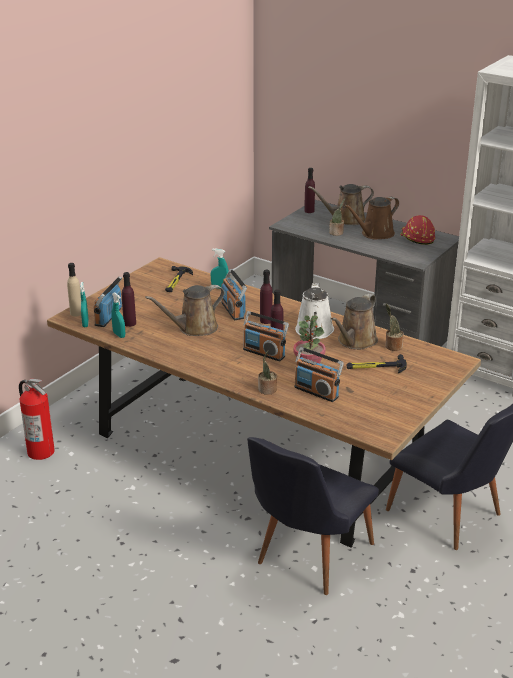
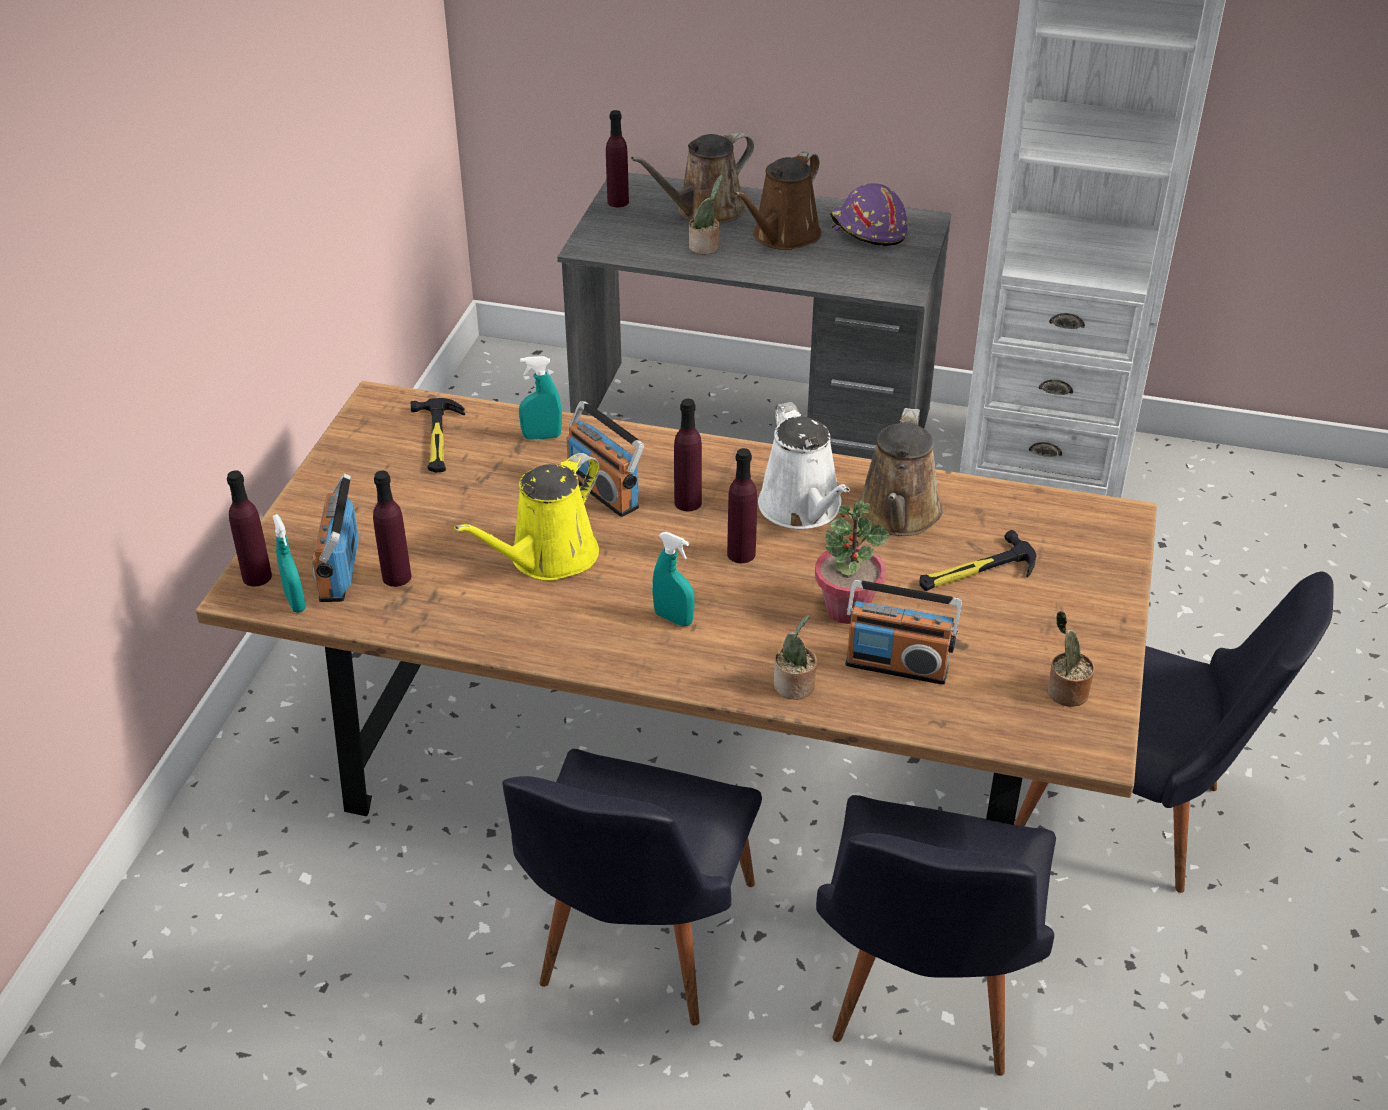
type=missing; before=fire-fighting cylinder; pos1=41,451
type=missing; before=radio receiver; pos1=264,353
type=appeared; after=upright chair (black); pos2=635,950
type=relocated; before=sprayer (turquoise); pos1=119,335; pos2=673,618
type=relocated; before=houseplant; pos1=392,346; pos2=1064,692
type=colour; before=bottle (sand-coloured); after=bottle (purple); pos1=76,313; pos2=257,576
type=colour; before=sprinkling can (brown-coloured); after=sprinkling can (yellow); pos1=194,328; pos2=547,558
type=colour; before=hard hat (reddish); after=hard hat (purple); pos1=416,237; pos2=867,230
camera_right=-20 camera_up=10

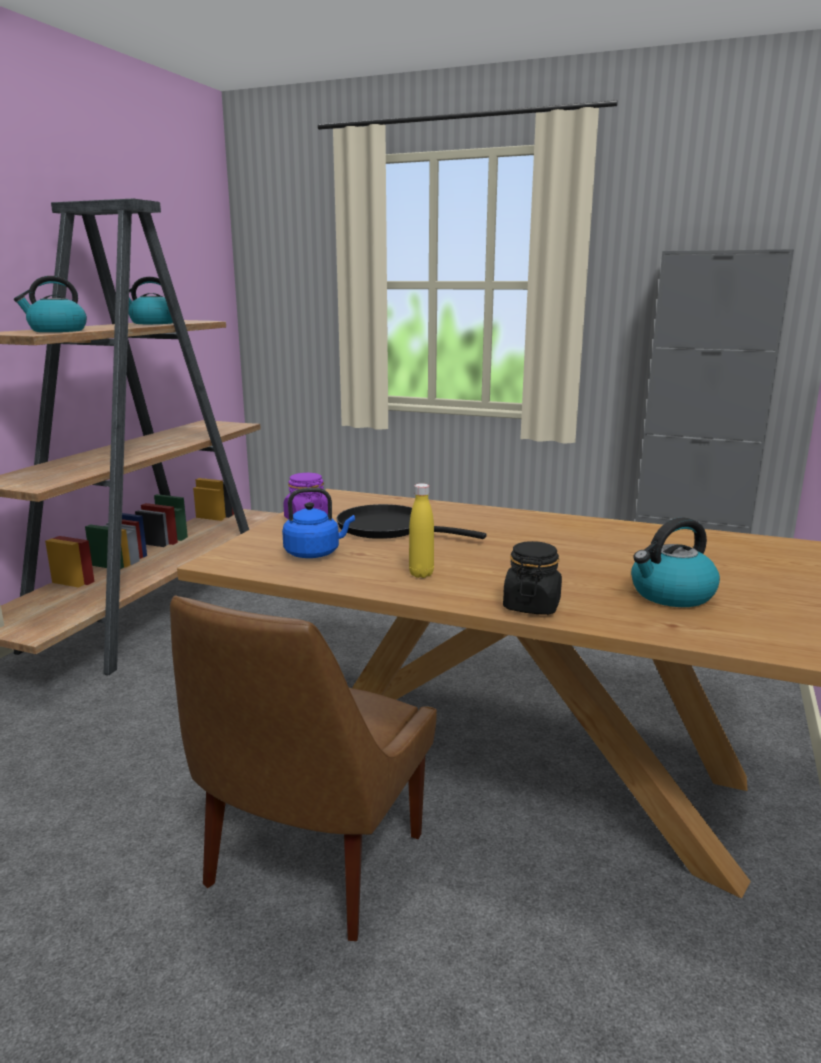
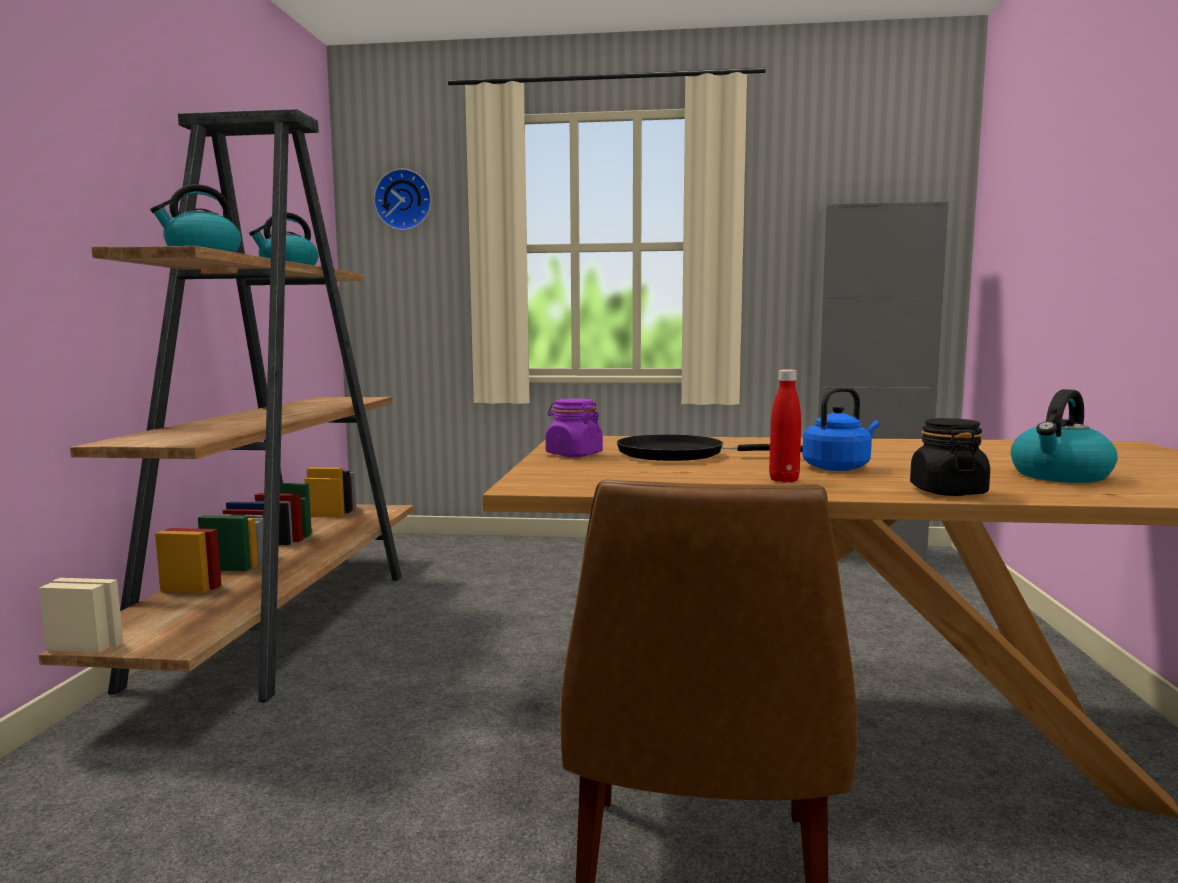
type=appeared; after=wall clock; pos2=404,200
type=relocated; before=water kettle (bluish); pos1=315,553; pos2=838,467
type=colour; before=bottle (yellow); after=bottle (reddish); pos1=421,574; pos2=784,480
camera_right=-15 camera_up=-10

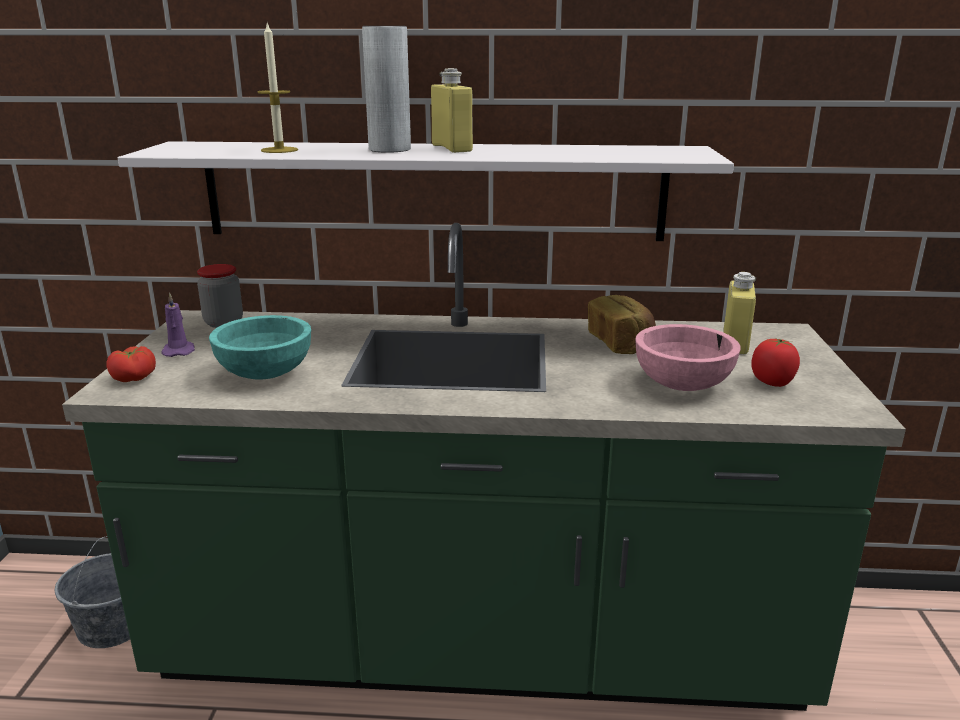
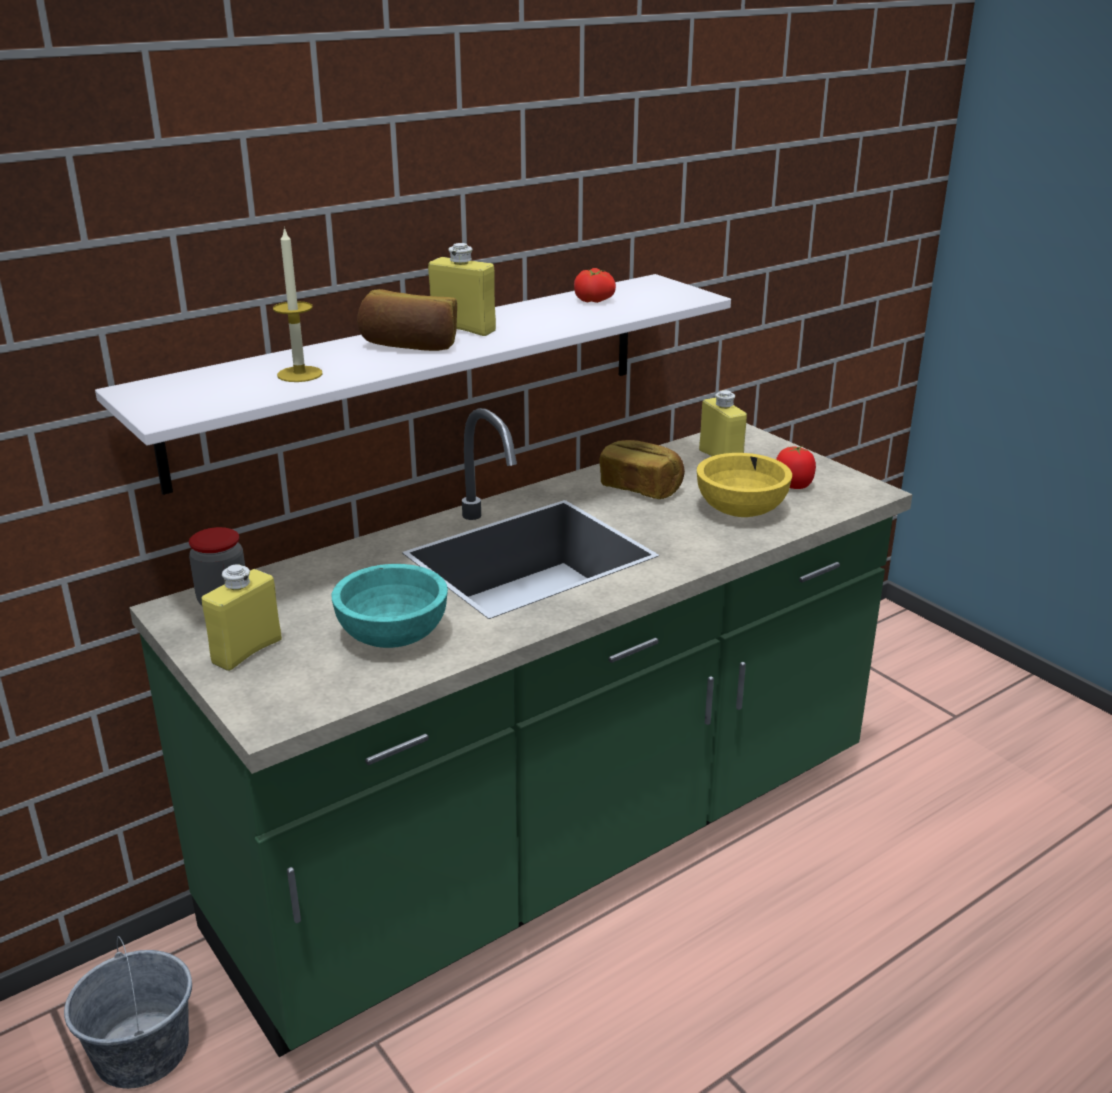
type=relocated; before=whole tomato; pos1=134,378; pos2=594,300
type=exchanged; before=wax light (purple); after=bottle (yellow); pos1=179,351; pos2=247,651
type=exchanged; before=flower vase (greyish); after=bread; pos1=389,149; pos2=410,345
type=colour; before=serving bowl (pink-coloured); after=serving bowl (yellow); pos1=682,384; pos2=741,510
camera_right=-40 camera_up=5

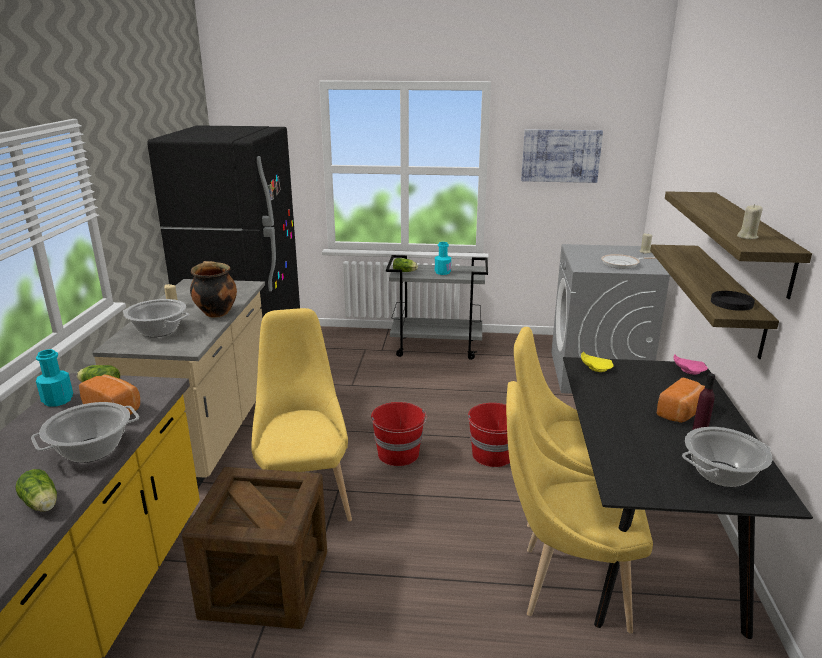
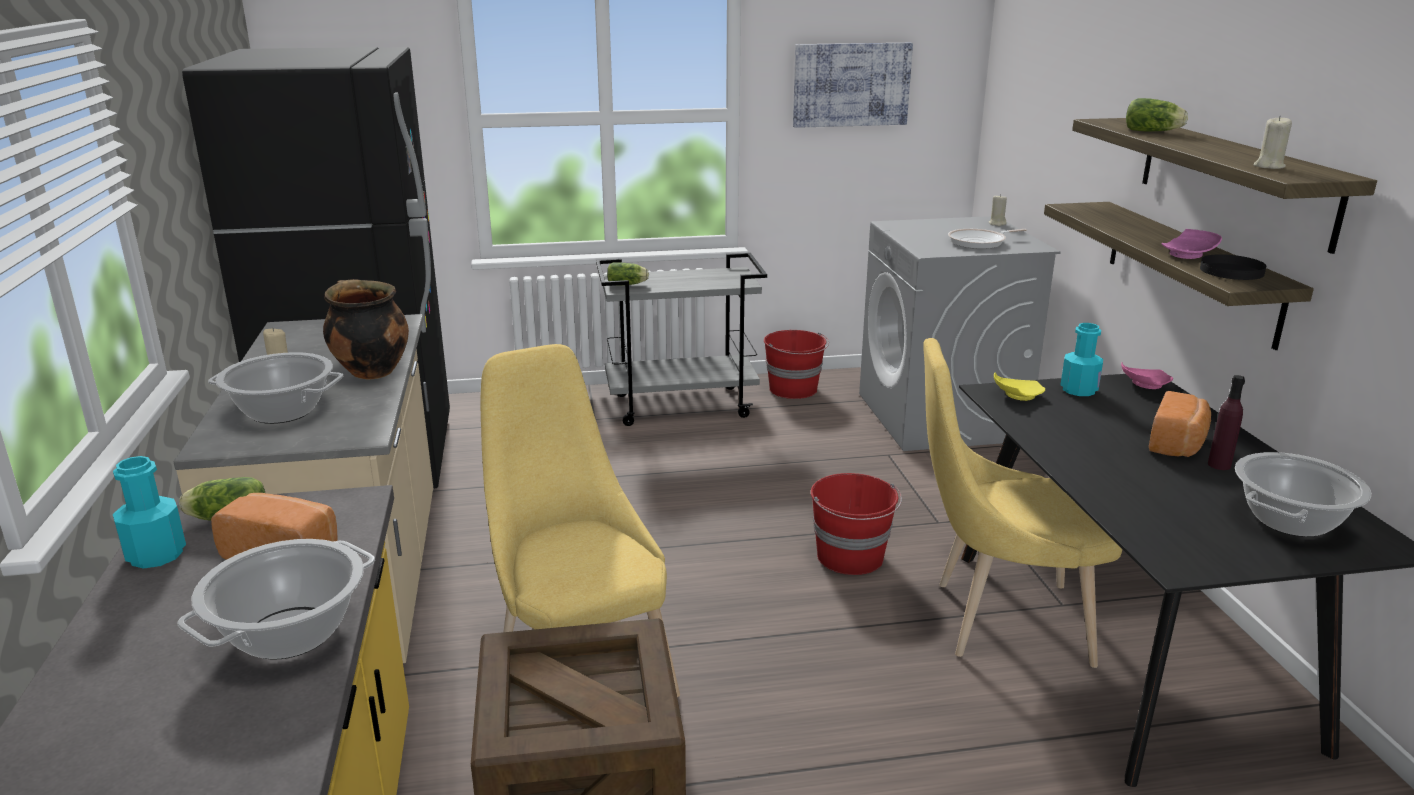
type=missing; before=upright chair (yellow); pos1=565,585
type=appeared; after=flat dish (pink-coloured); pos2=1189,254
type=relocated; before=head of lettuce; pos1=42,504; pos2=1154,131
type=relocated; before=water bucket (reddish); pos1=399,454; pos2=794,389
type=relocated; before=bottle (turquoise); pos1=442,272; pos2=1078,390
camera_right=-15 camera_up=0

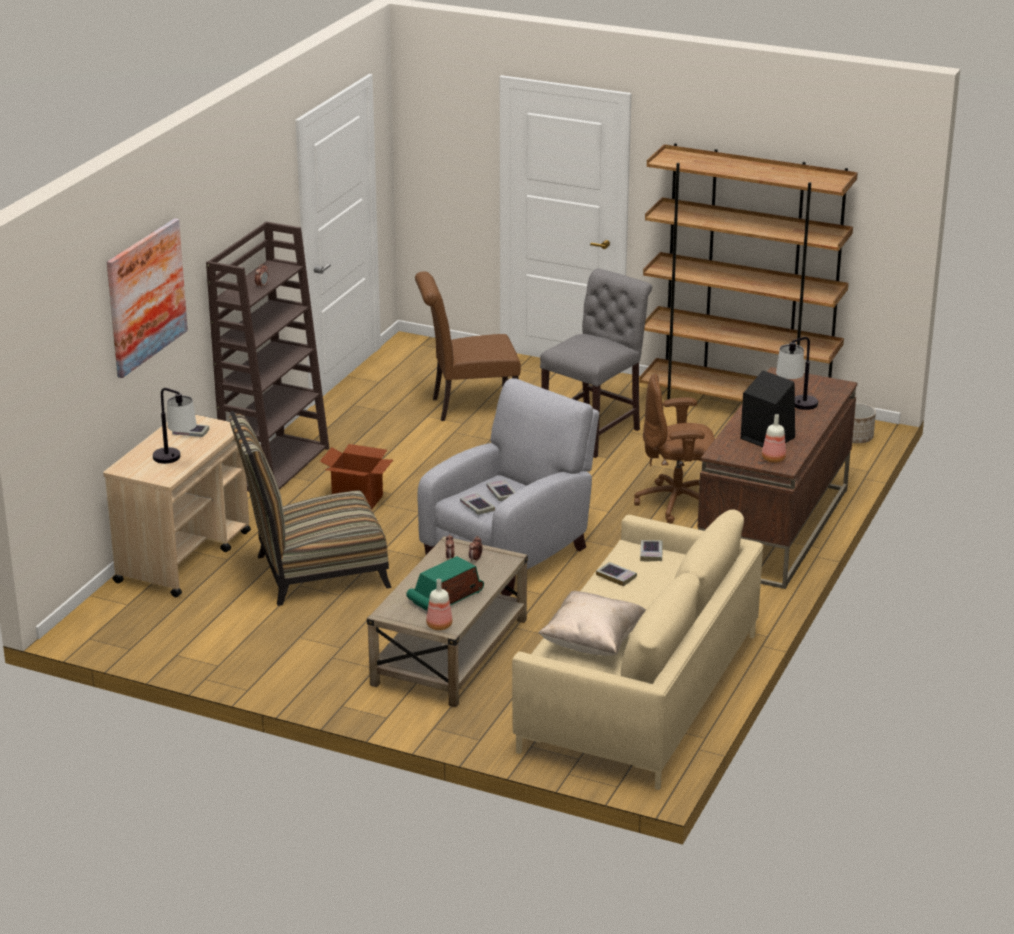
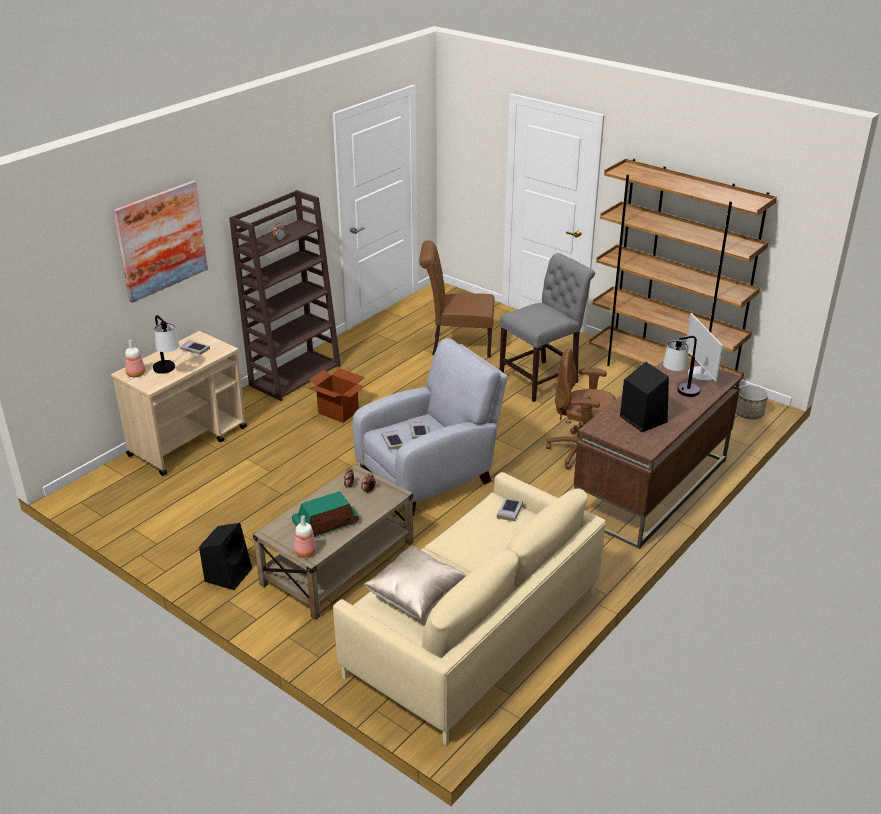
type=missing; before=upright chair; pos1=313,573
type=missing; before=bound book; pos1=616,576
type=appeared; after=audio speaker (black); pos2=228,574
type=appeared; after=monitor; pos2=701,374
type=relocated; before=bottle; pos1=773,459; pos2=135,374
camera_right=15 camera_up=5

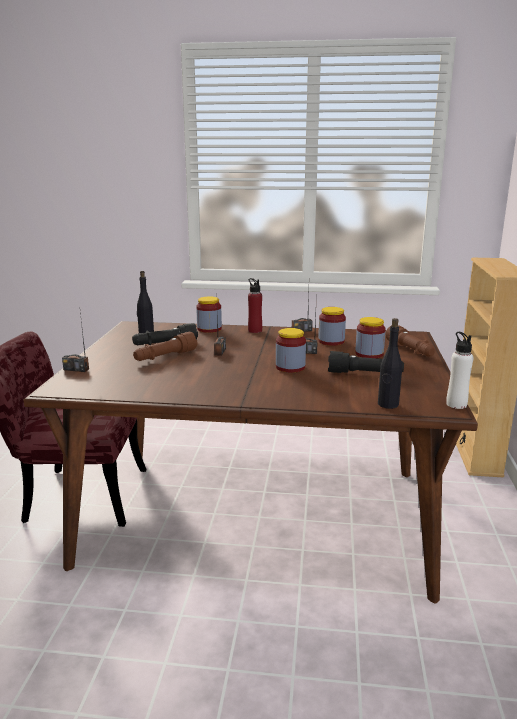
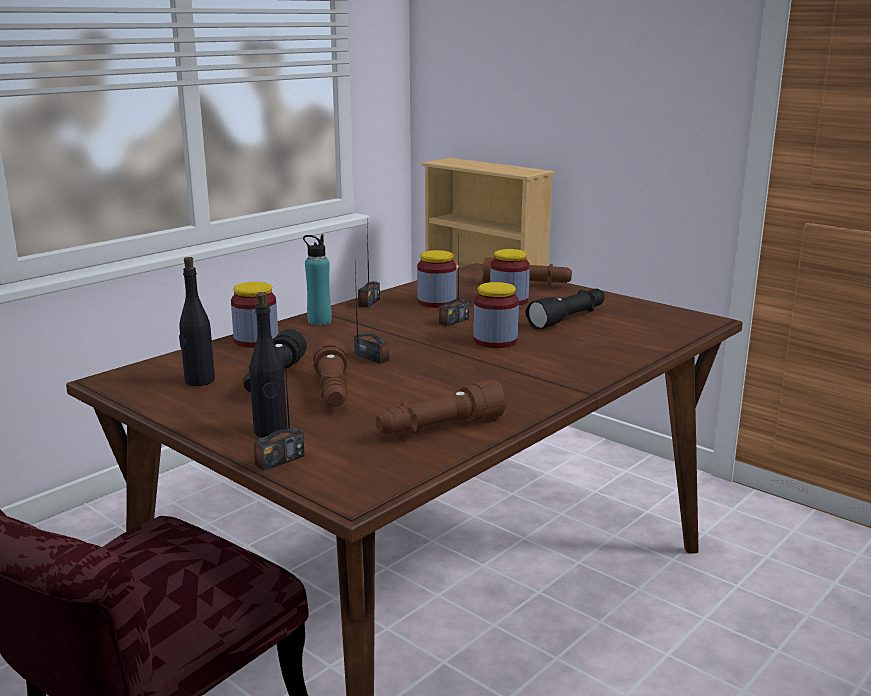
type=missing; before=bottle (white); pos1=456,404
type=appeared; after=torch (brown-coloured); pos2=439,428
type=relocated; before=bottle (black); pos1=388,404; pos2=270,431
type=colour; before=bottle (reddish); after=bottle (turquoise); pos1=255,330; pos2=319,321
camera_right=-55 camera_up=0

